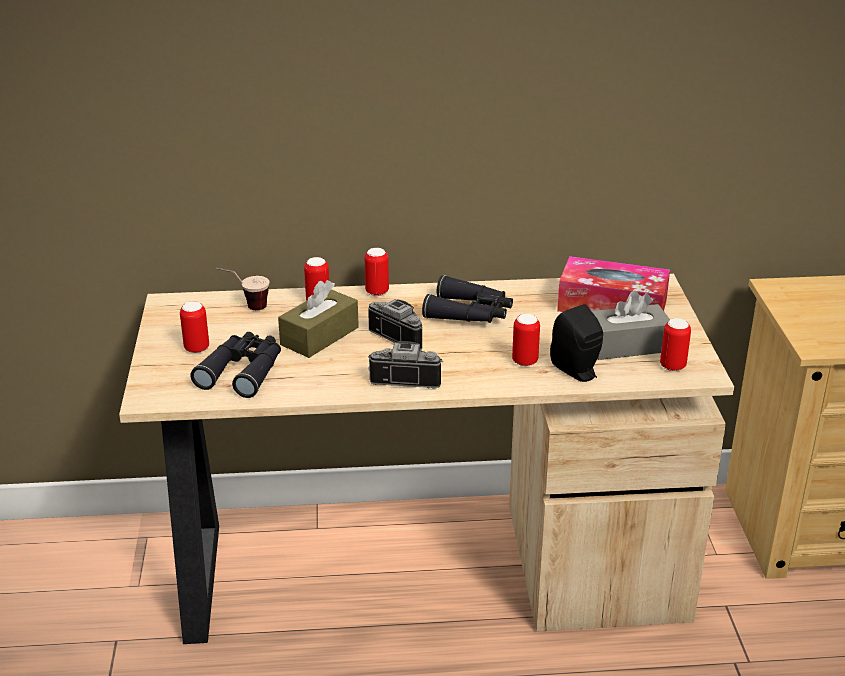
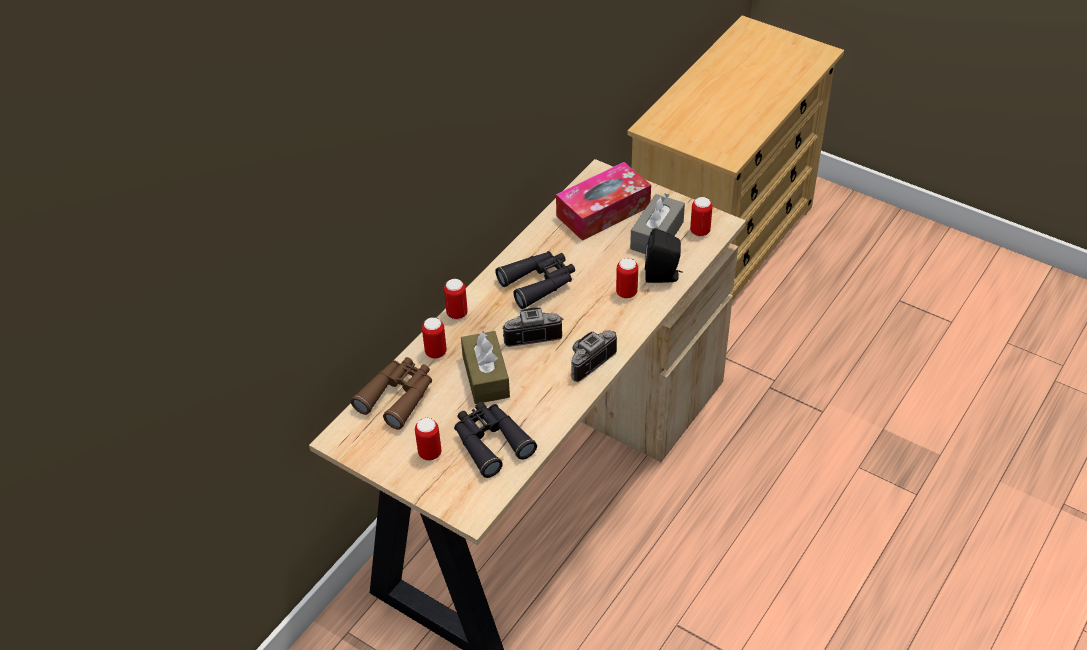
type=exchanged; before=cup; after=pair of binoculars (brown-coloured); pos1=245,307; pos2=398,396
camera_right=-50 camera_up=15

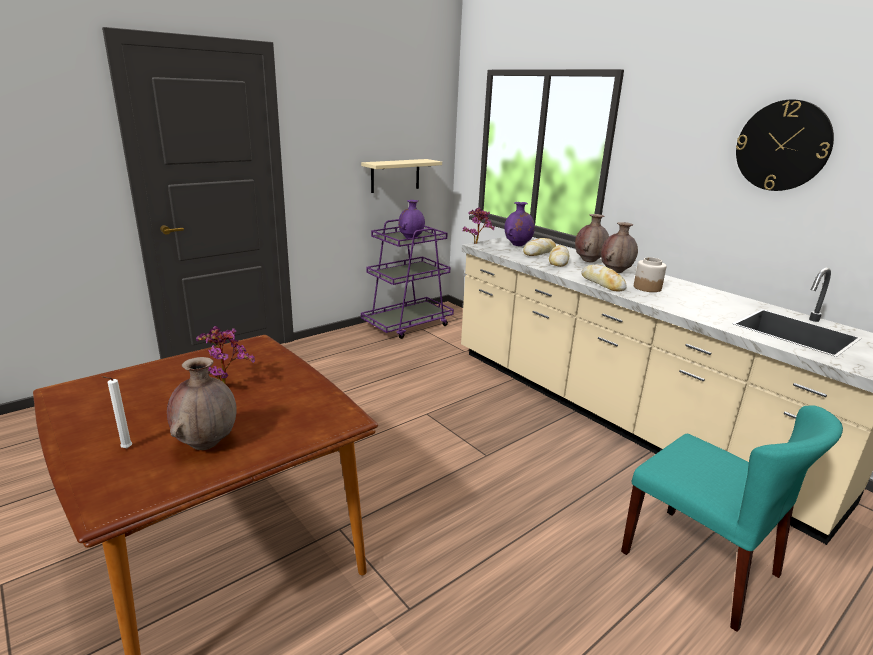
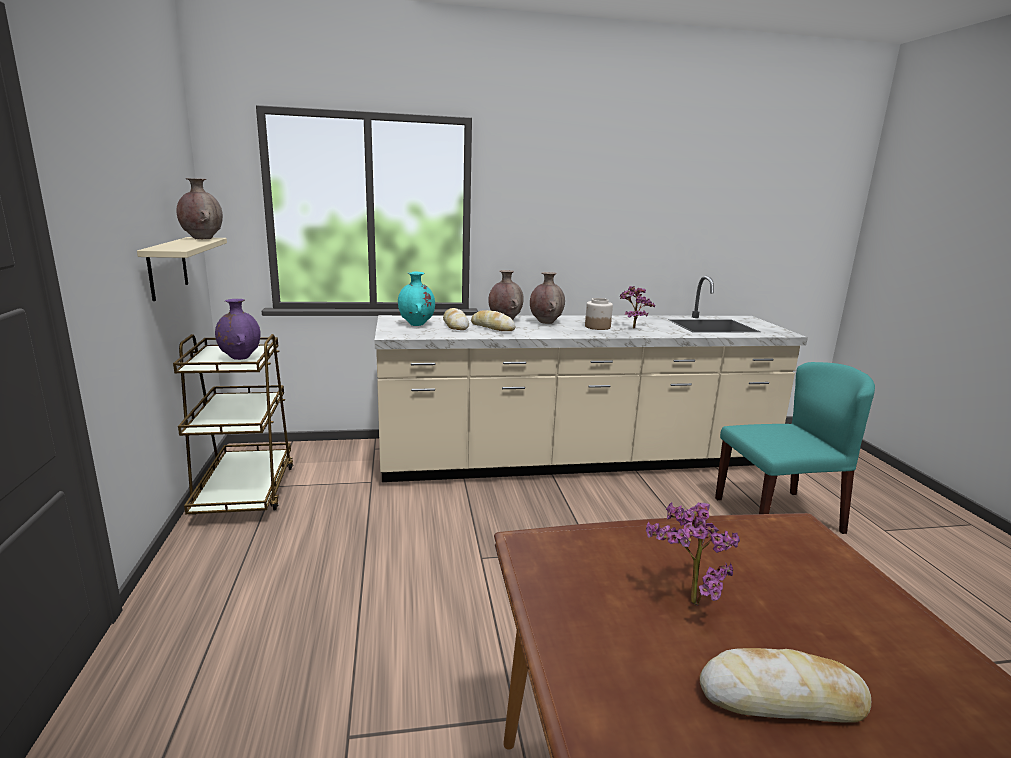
type=missing; before=wax light (white); pos1=125,449
type=missing; before=wall clock; pos1=782,146
type=relocated; before=flower vase (brown-coloured); pos1=207,443; pos2=202,239
type=relocated; before=houseplant; pos1=477,243; pos2=632,327
type=relocated; before=bread; pos1=602,283; pos2=781,699
type=colour; before=trolley (purple); after=trolley (brown-coloured); pos1=408,324; pos2=245,491
type=colour; before=flower vase (purple); after=flower vase (turquoise); pos1=517,245; pos2=417,325
camera_right=-60 camera_up=-5

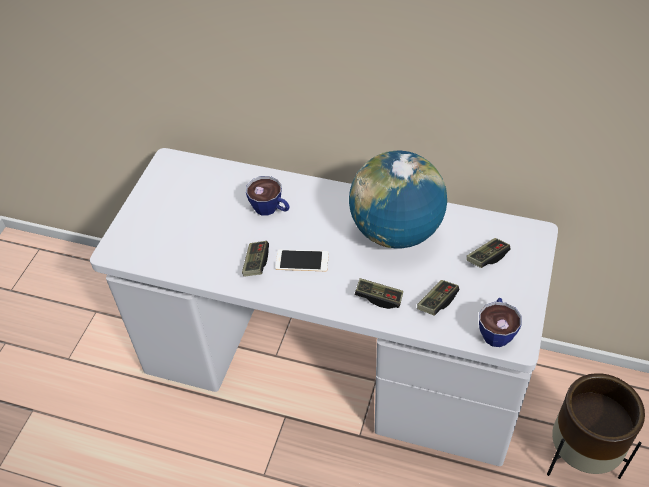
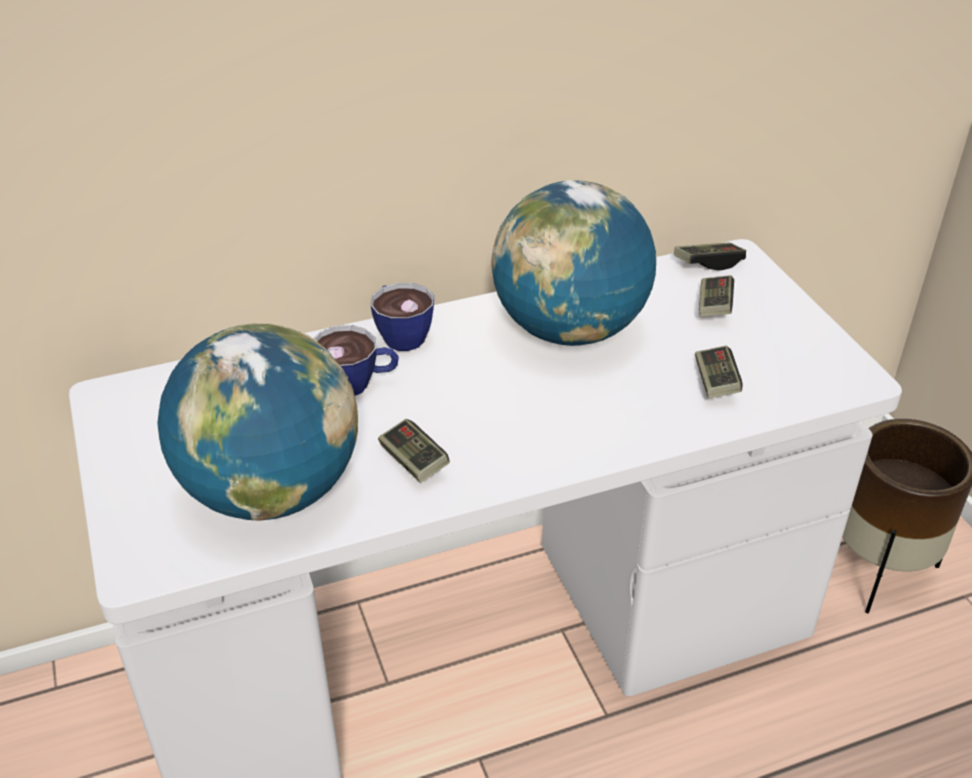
type=missing; before=phone; pos1=302,261
type=appeared; after=globe; pos2=271,492
type=relocated; before=joypad; pos1=379,298; pos2=708,263
type=relocated; before=cup; pos1=496,330; pos2=400,334
camera_right=-40 camera_up=-10

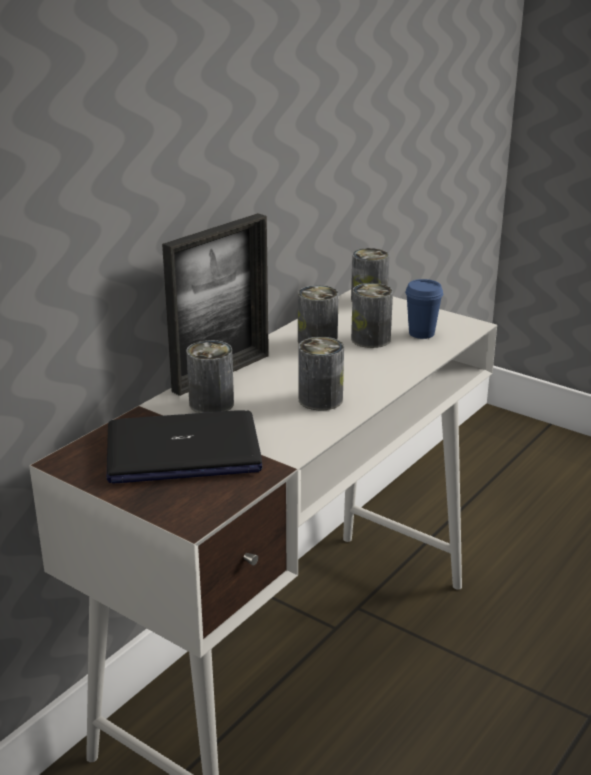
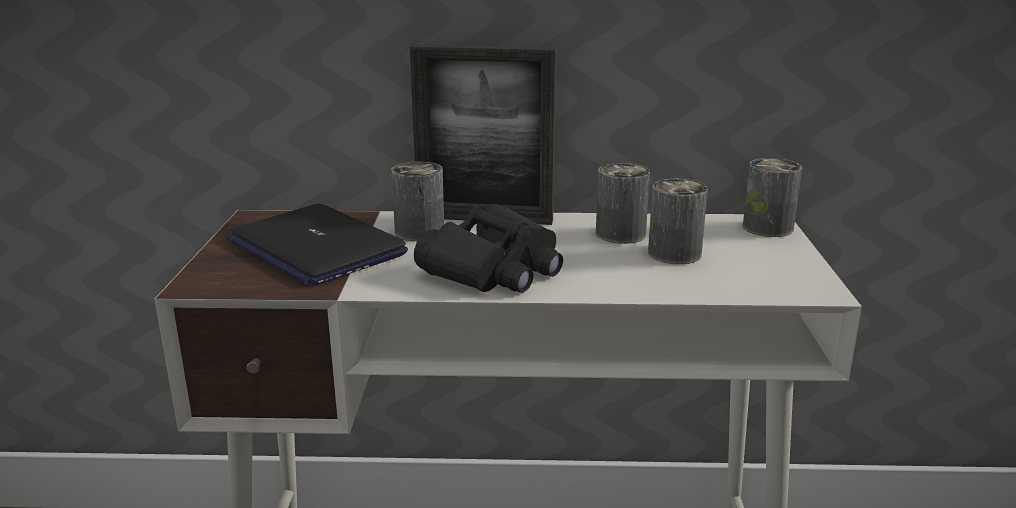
type=missing; before=cup (bluish); pos1=421,333
type=exchanged; before=metal can; after=pair of binoculars (black); pos1=320,399; pos2=495,269
camera_right=55 camera_up=-5

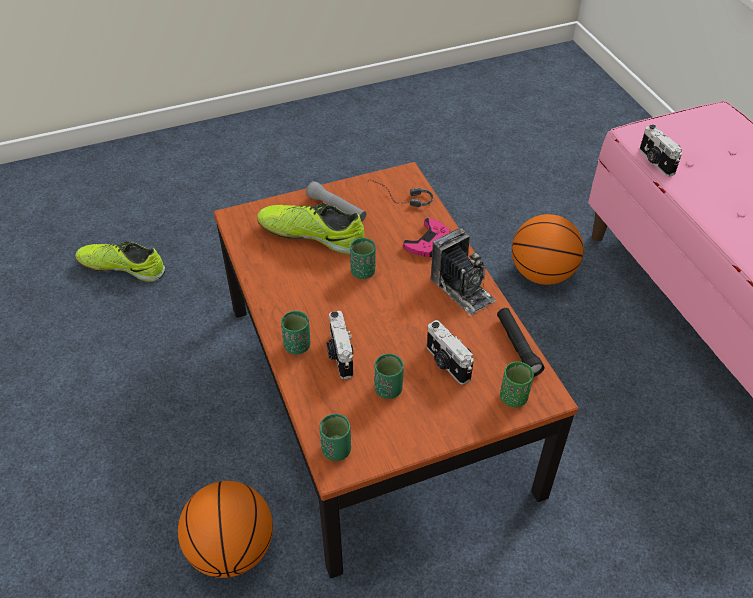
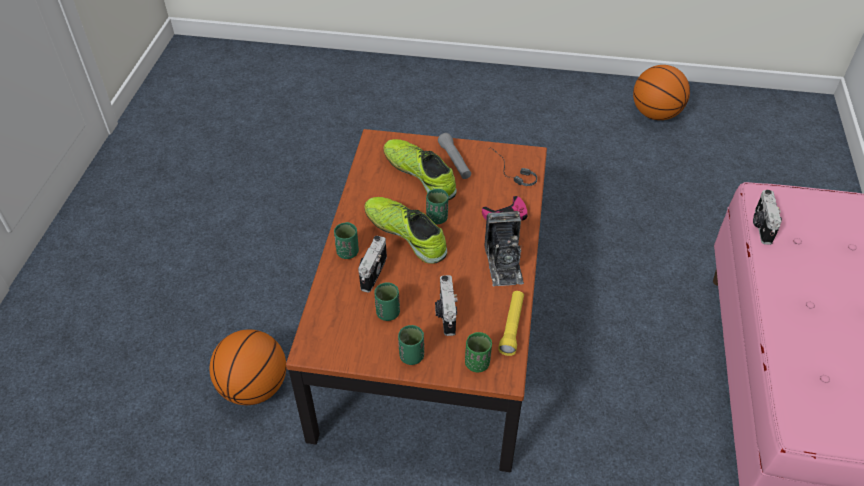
type=relocated; before=low shoe; pos1=122,267; pos2=406,234
type=relocated; before=cup (green-coloured); pos1=336,450; pos2=411,356
type=relocated; before=ball for basketball; pos1=542,274; pos2=655,114
type=colour; before=torch (black); after=torch (yellow); pos1=517,346; pos2=512,327
camera_right=30 camera_up=0

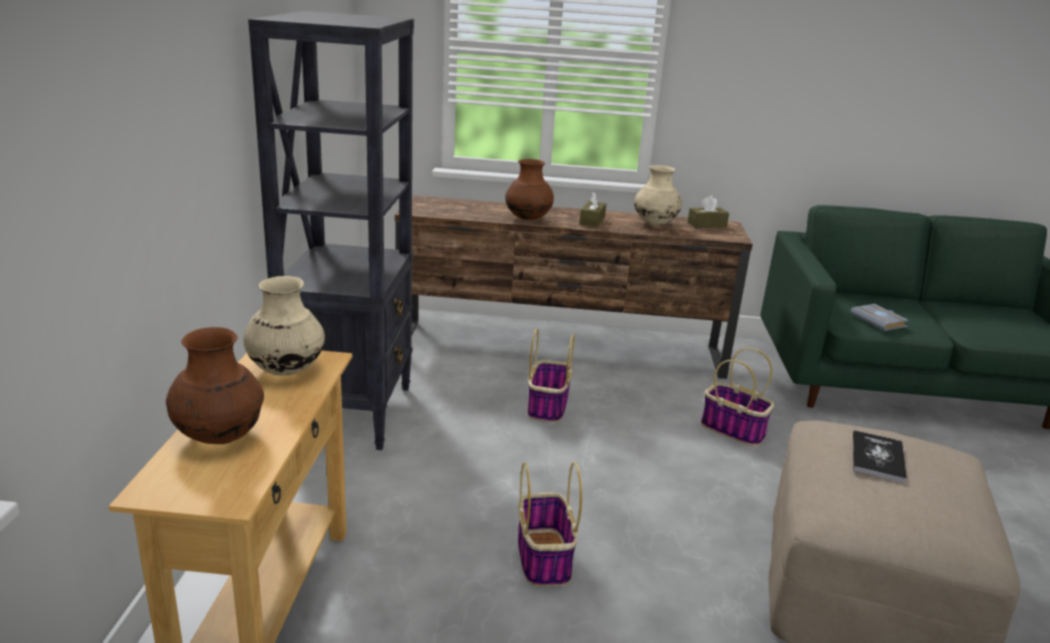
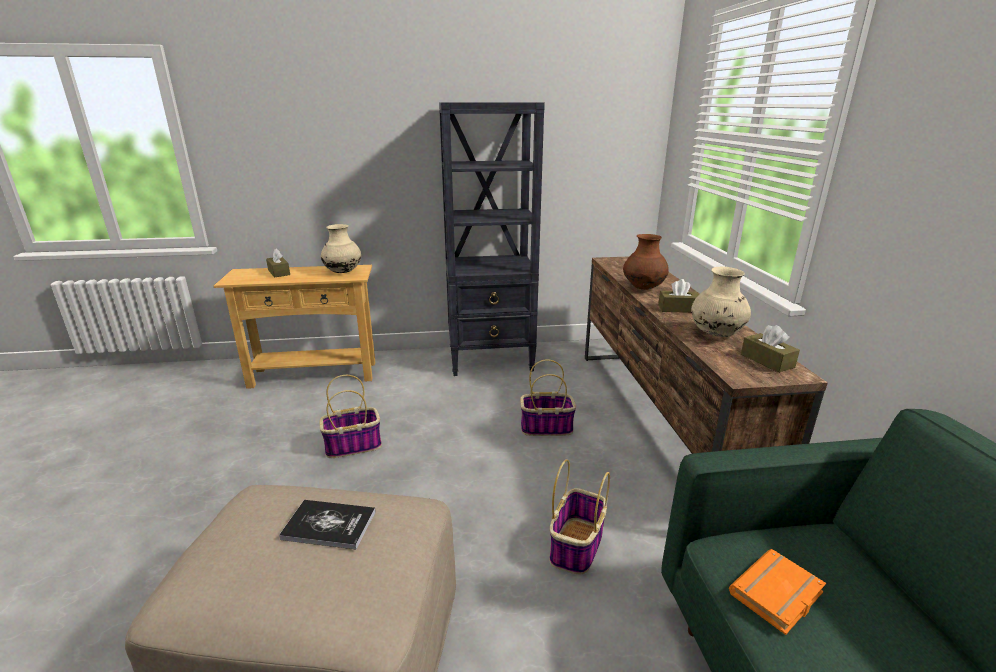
type=exchanged; before=flower vase (brown-coloured); after=tissue box (brown-coloured); pos1=219,436; pos2=279,272
type=colour; before=bound book (greyish); after=bound book (orange); pos1=879,321; pos2=777,596
camera_right=80 camera_up=0

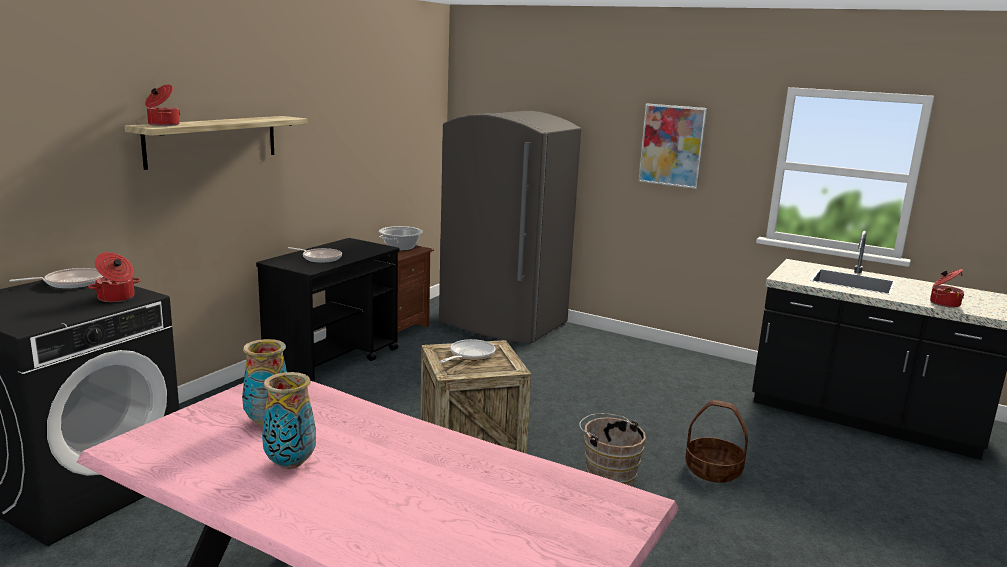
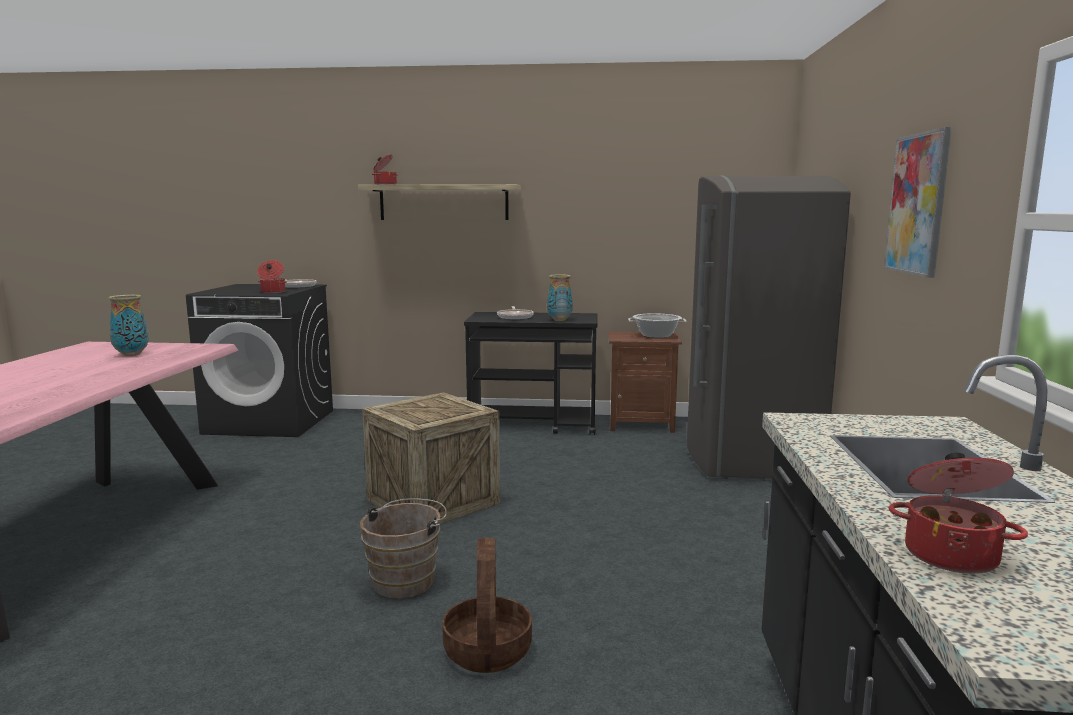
type=missing; before=skillet; pos1=469,355
type=relocated; before=flower vase; pos1=291,463; pos2=560,320
camera_right=65 camera_up=-5

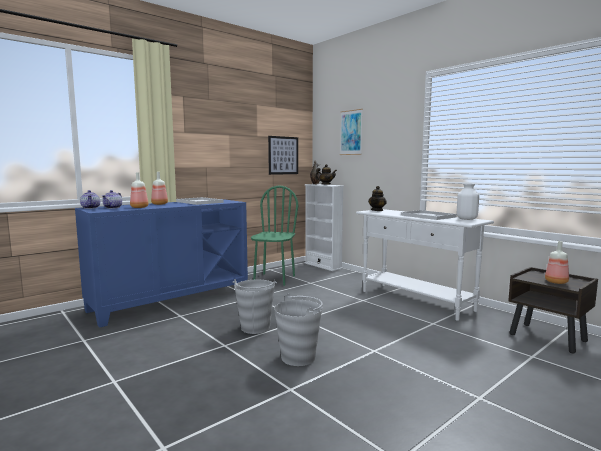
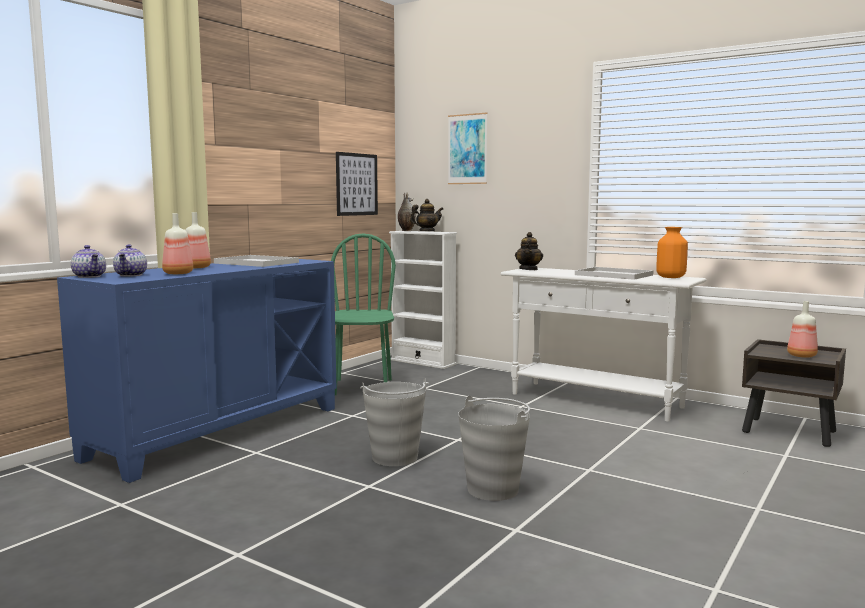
type=colour; before=flower vase (white); after=flower vase (orange); pos1=467,219; pos2=671,277
camera_right=-15 camera_up=0

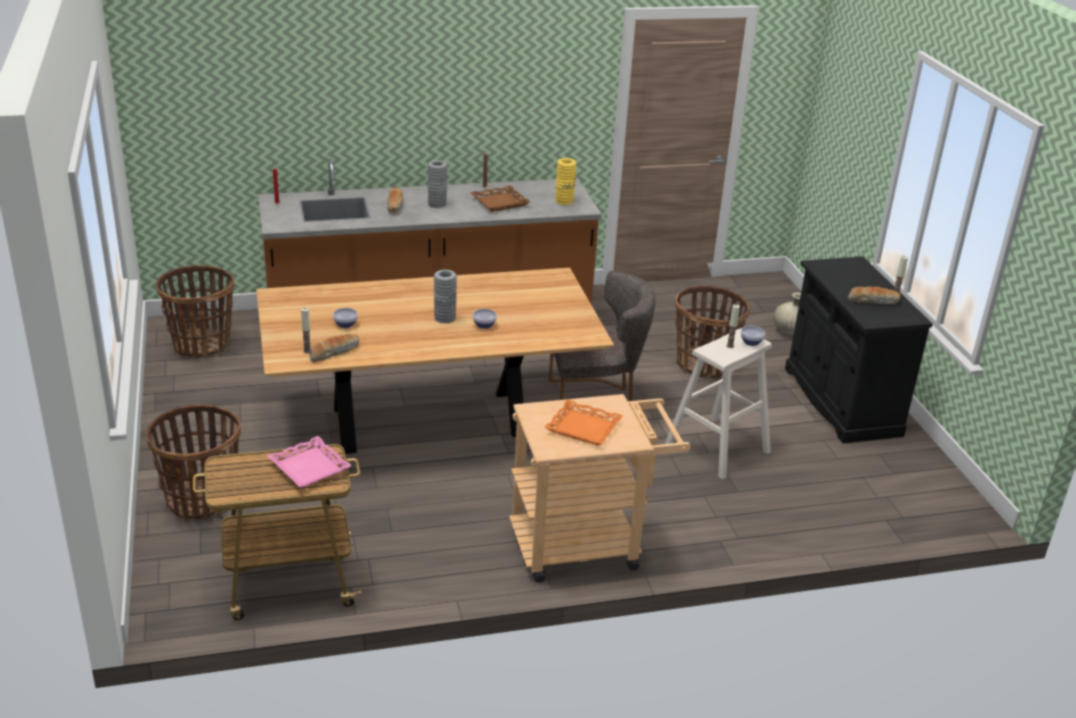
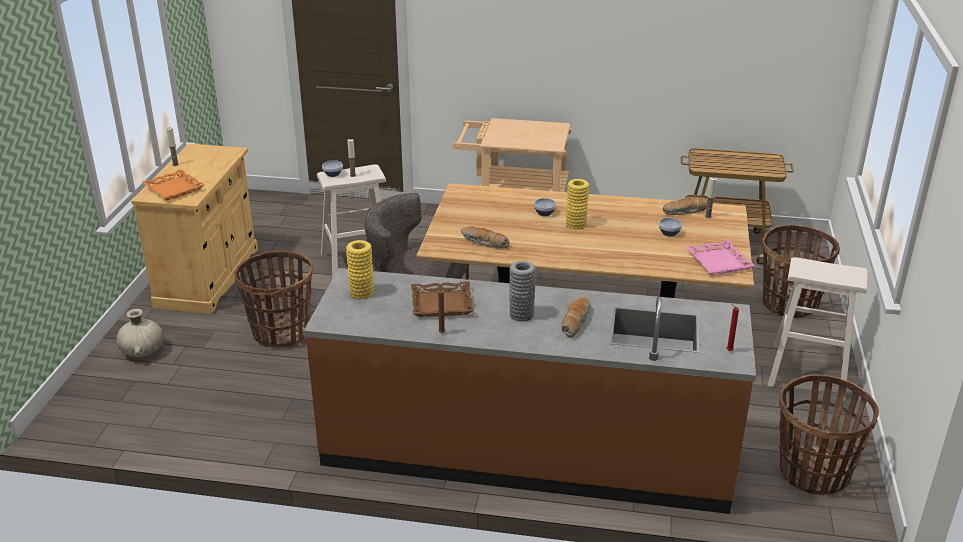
type=appeared; after=stool seat (sand-coloured); pos2=808,371
type=relocated; before=tray (pink-coloured); pos1=308,467; pos2=719,262
type=relocated; before=tray (orange); pos1=584,427; pos2=173,189
type=relocated; before=bread; pos1=873,301; pos2=484,242
type=colour; before=flower vase (greyish); after=flower vase (yellow); pos1=445,318; pos2=576,224
type=colour; before=cabinet (black); after=cabinet (sand-coloured); pos1=841,401; pos2=208,277
camera_right=-155 camera_up=0

